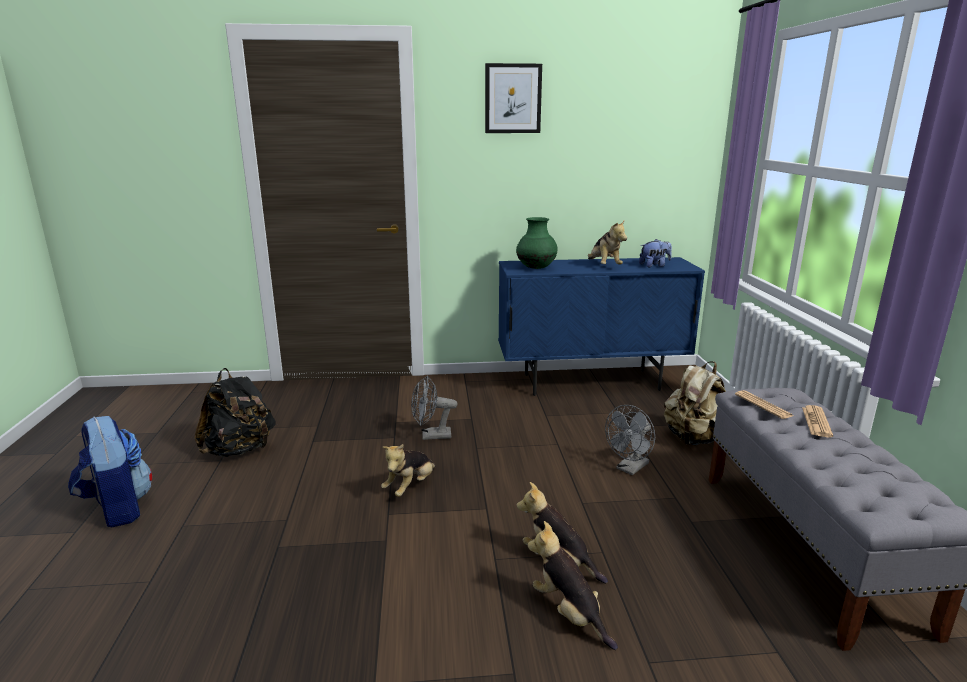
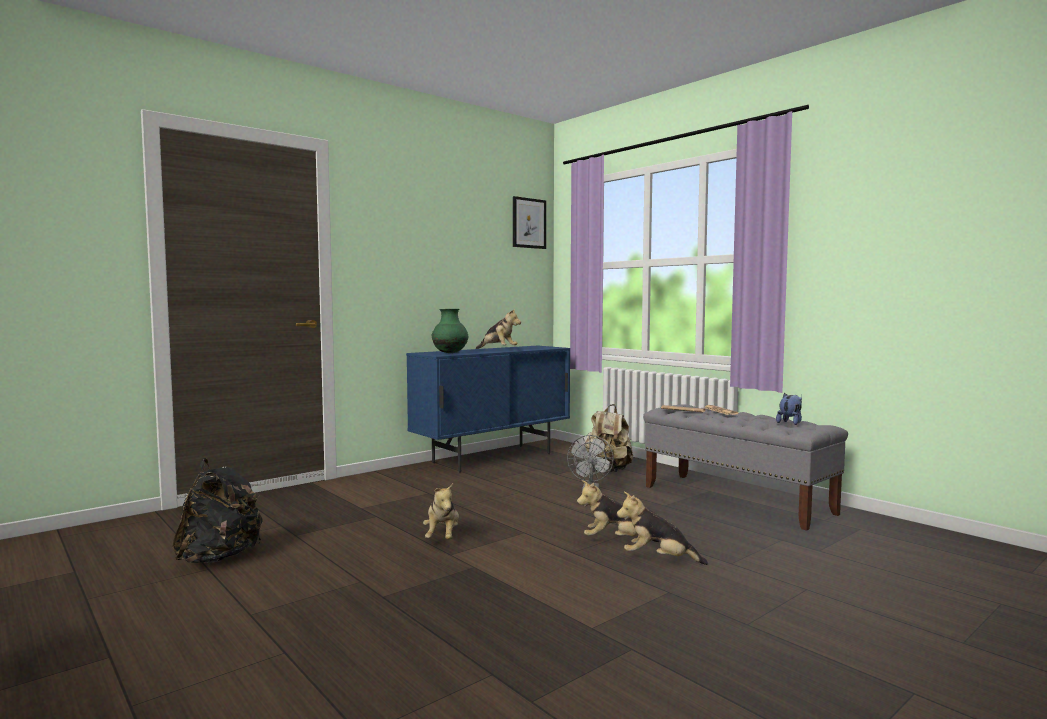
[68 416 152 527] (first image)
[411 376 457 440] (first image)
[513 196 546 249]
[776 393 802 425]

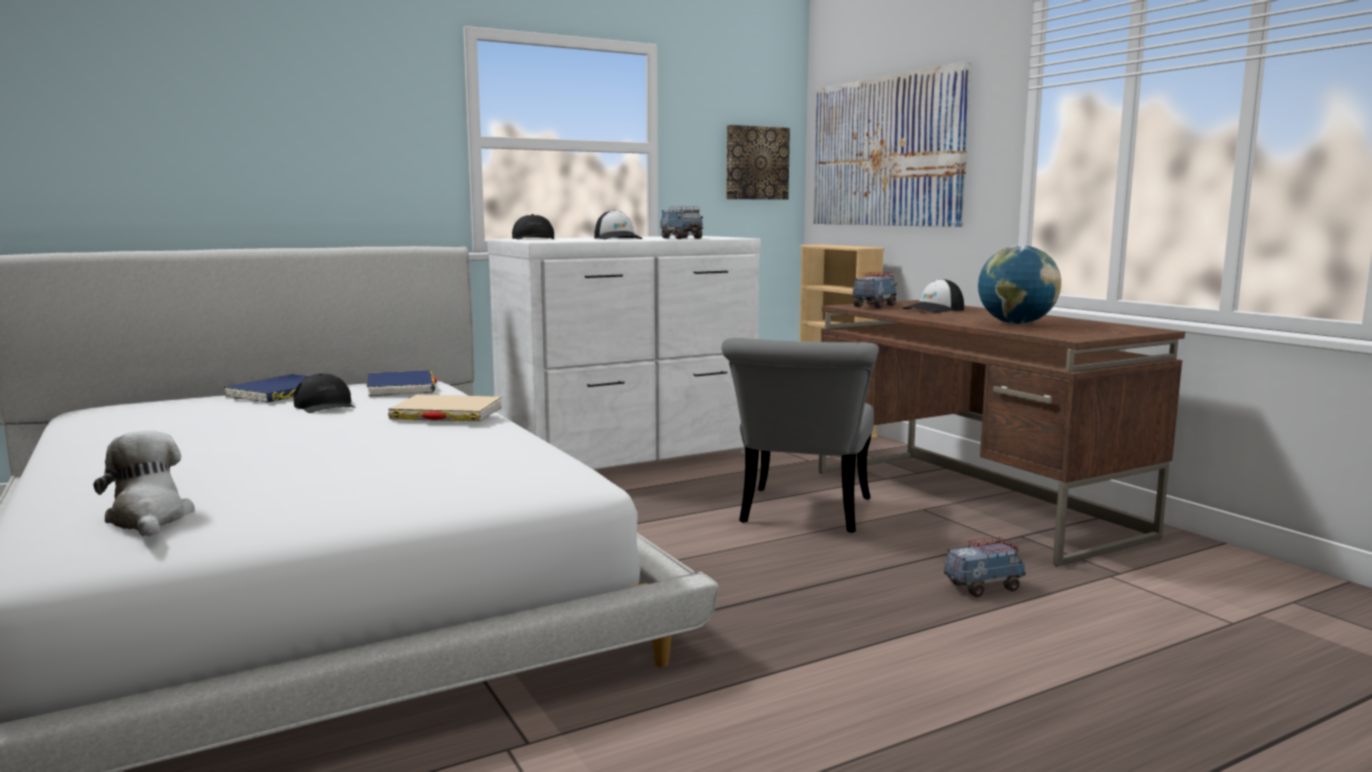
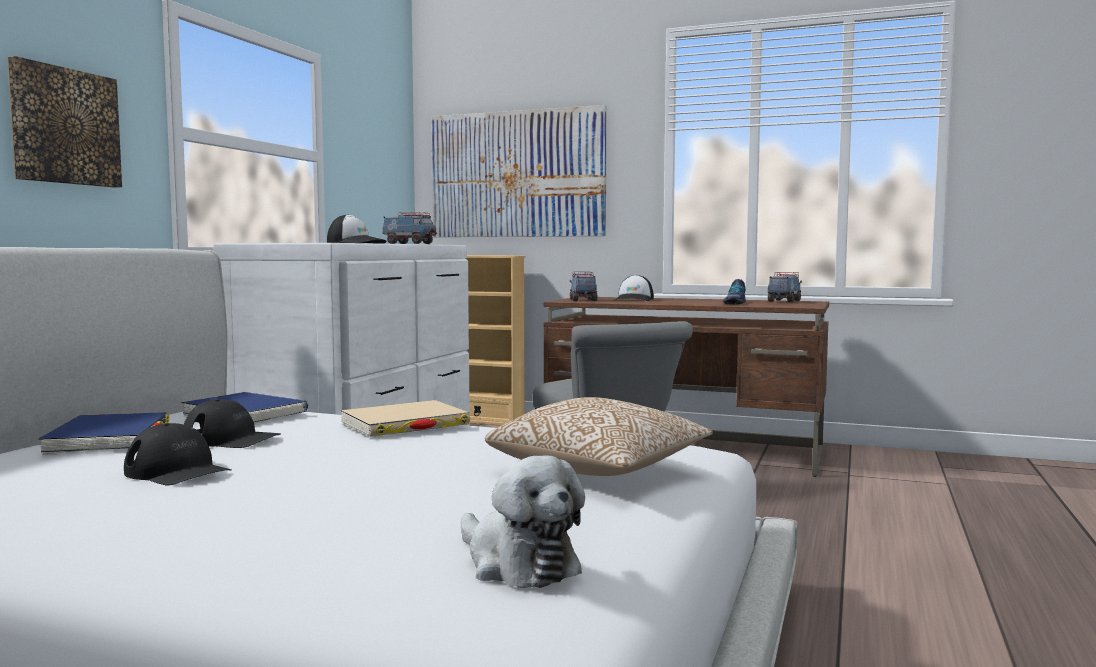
[461 456 585 588]
[124 423 231 485]
[7 56 122 188]
[768 272 802 302]
[723 279 746 304]
[485 397 713 476]

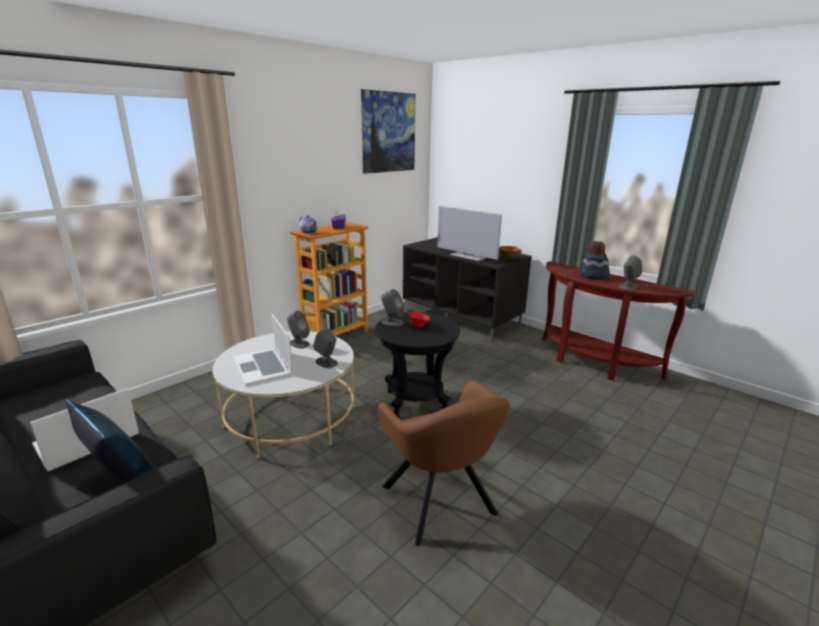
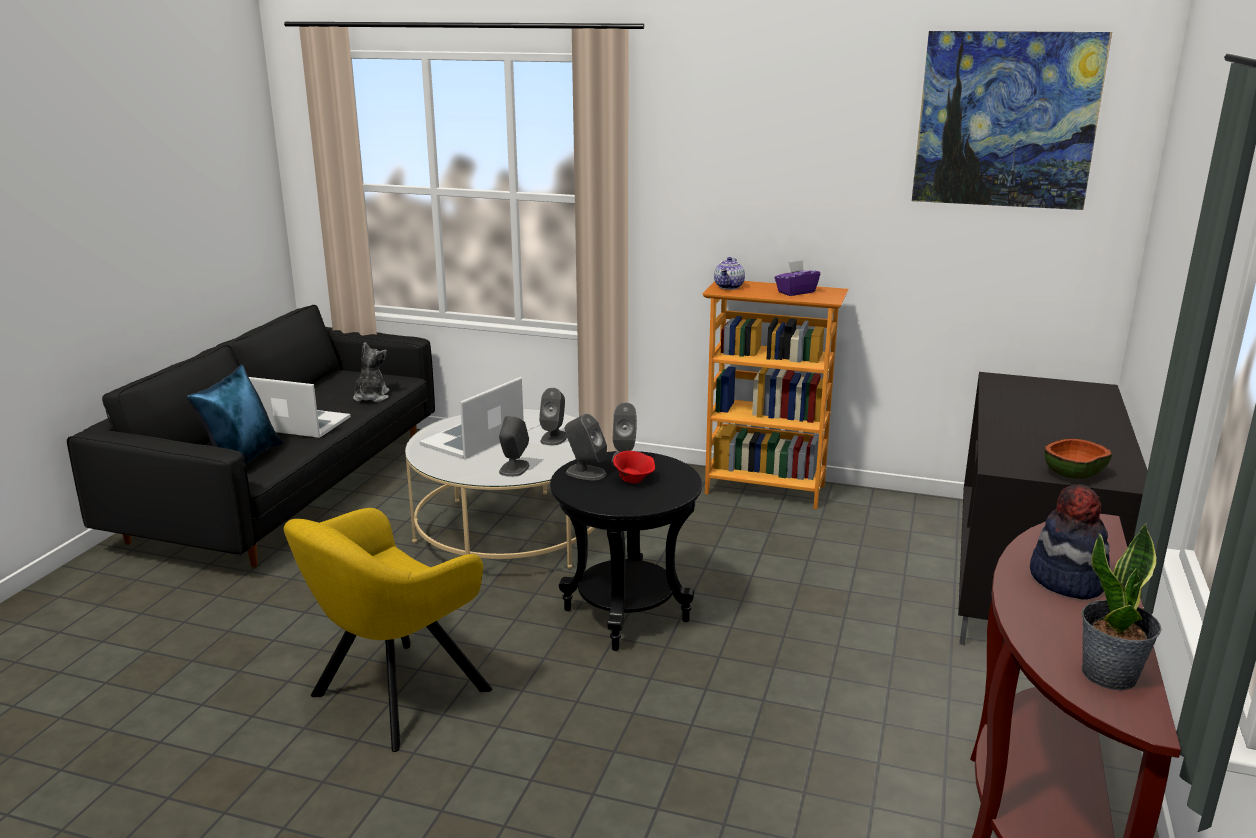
[284 508 492 752]
[437 205 502 261] (first image)
[565 414 607 480]
[353 342 389 402]
[1082 523 1162 690]

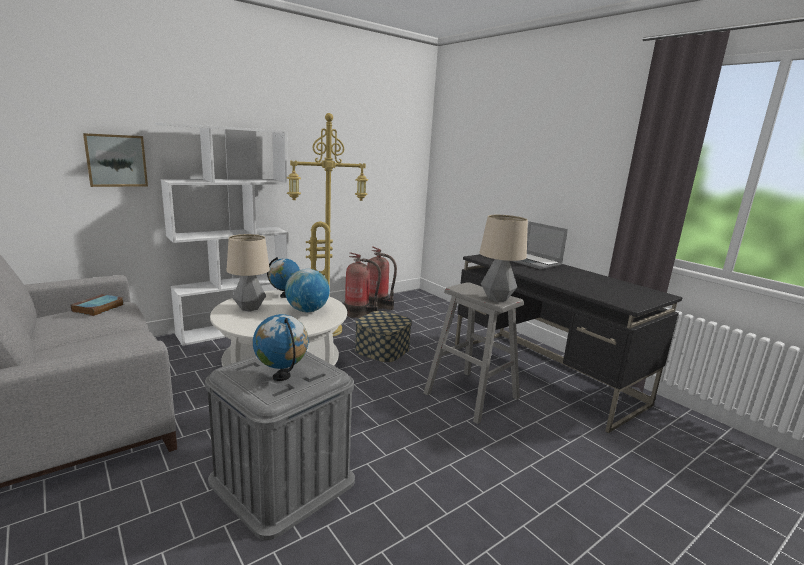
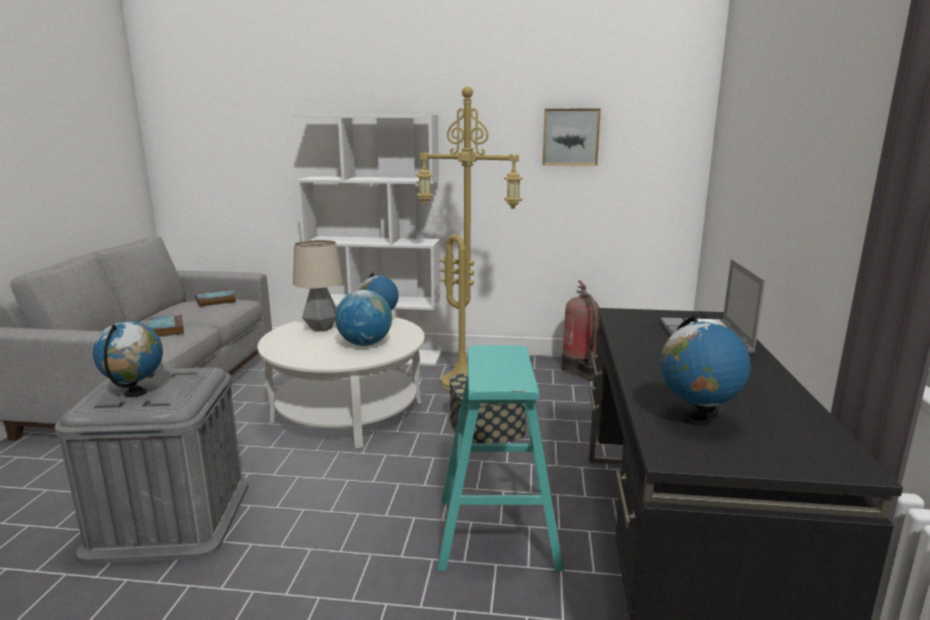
[542 109 601 166]
[345 252 381 318] (first image)
[437 345 564 571]
[480 215 528 302] (first image)
[148 314 184 337]
[660 315 751 426]

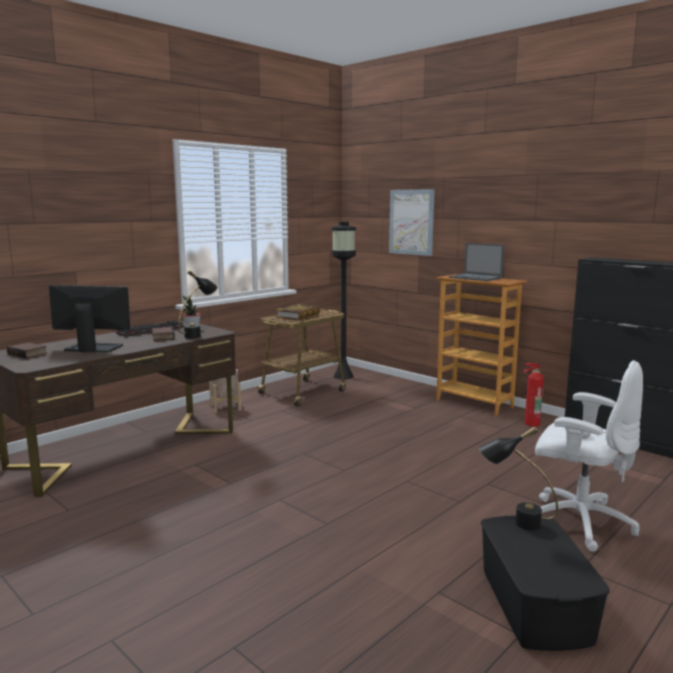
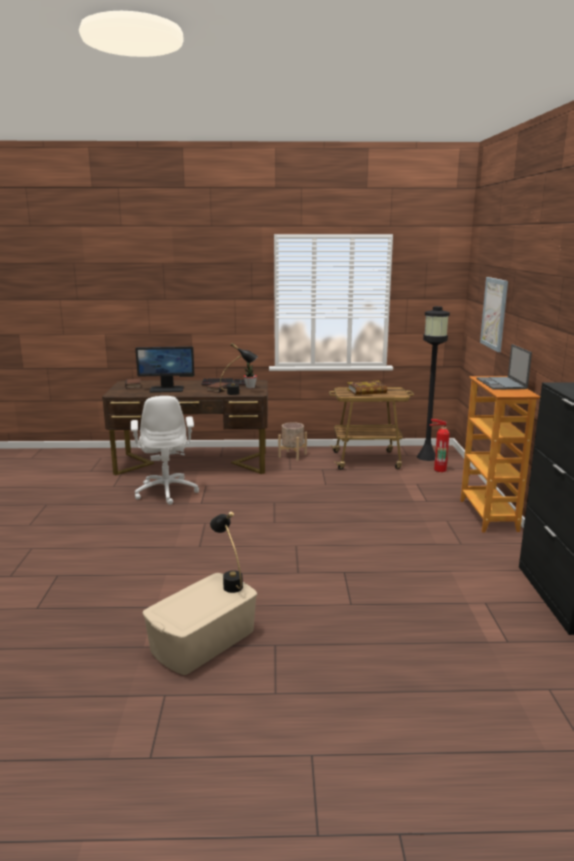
[135 346 194 393]
[142 573 257 675]
[429 419 450 472]
[131 396 199 505]

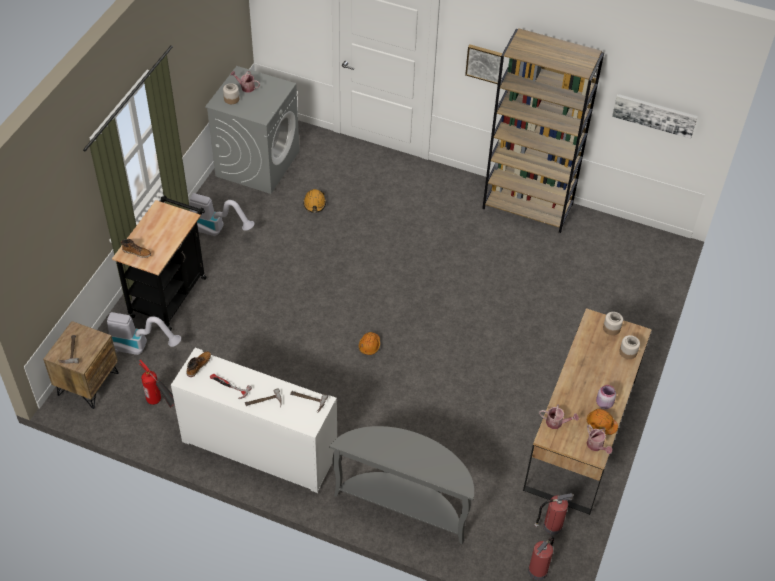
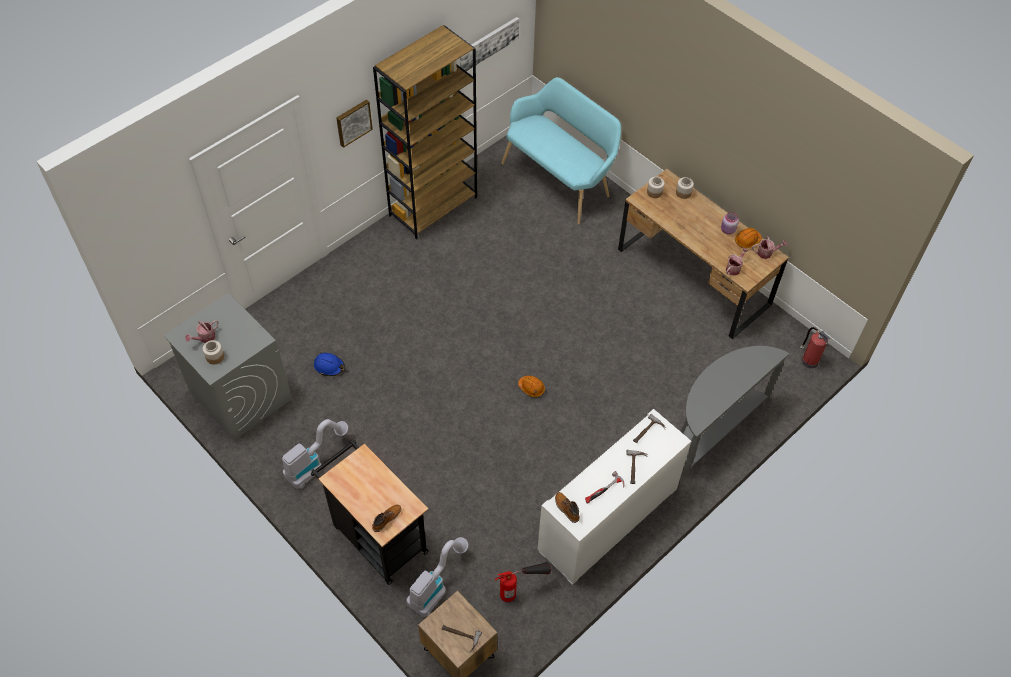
[314 351 345 376]
[534 493 573 535] (first image)
[501 77 621 224]

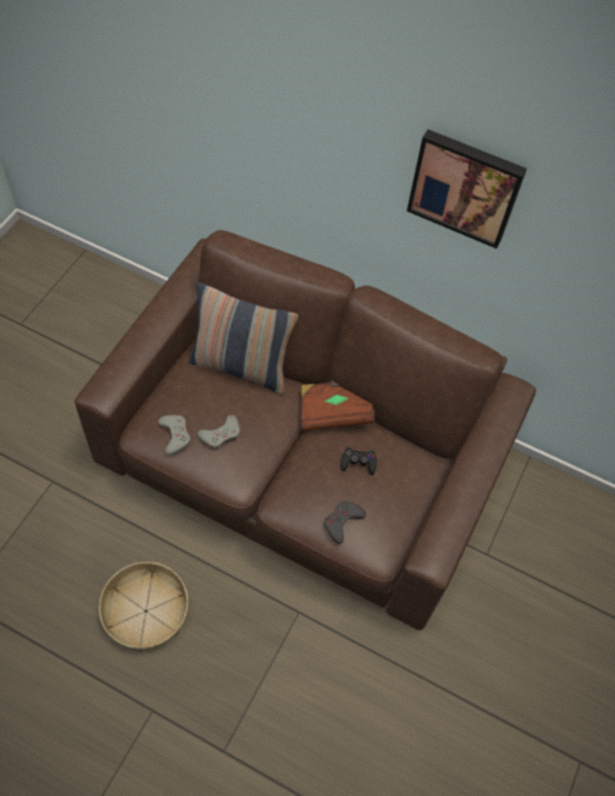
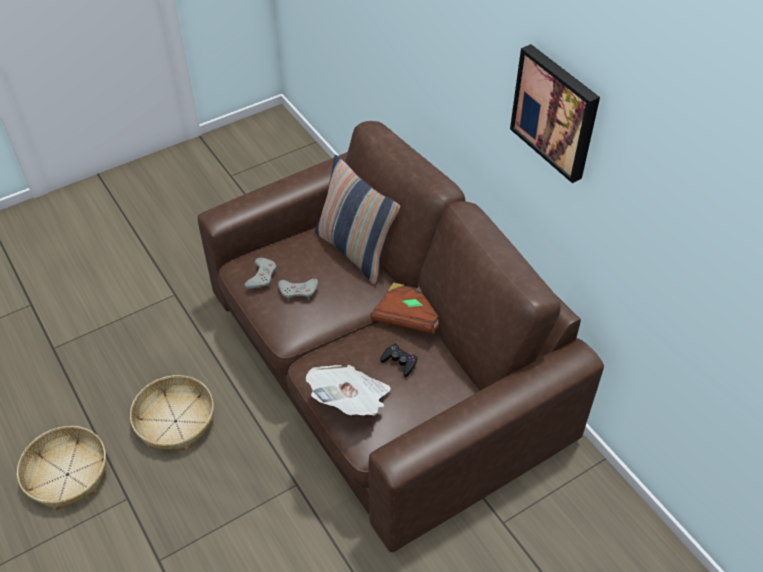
[306 365 391 415]
[17 426 106 511]

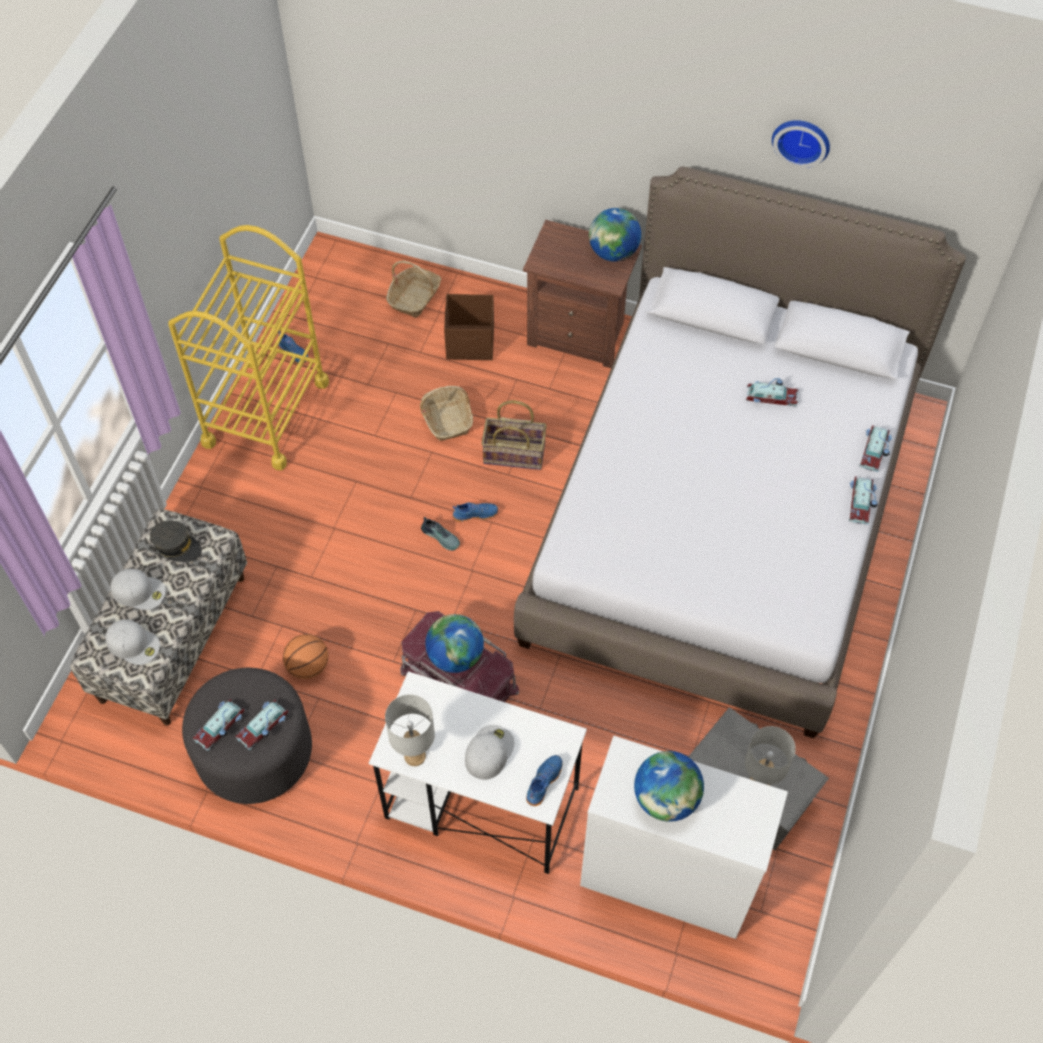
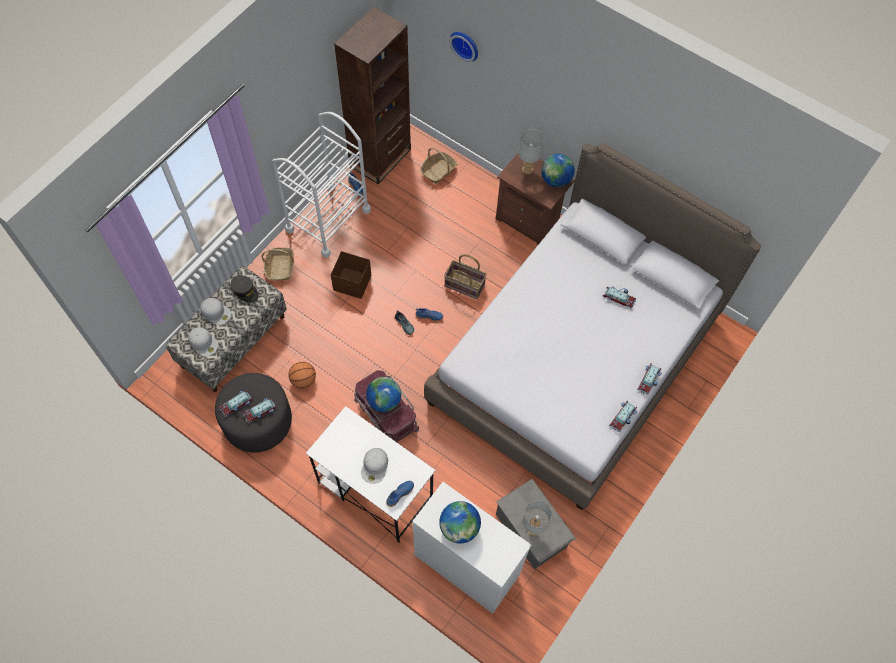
[272 112 371 258]
[518 130 544 174]
[261 247 294 280]
[331 251 371 299]
[361 448 388 484]
[450 32 478 62]
[609 401 637 432]
[334 6 411 184]

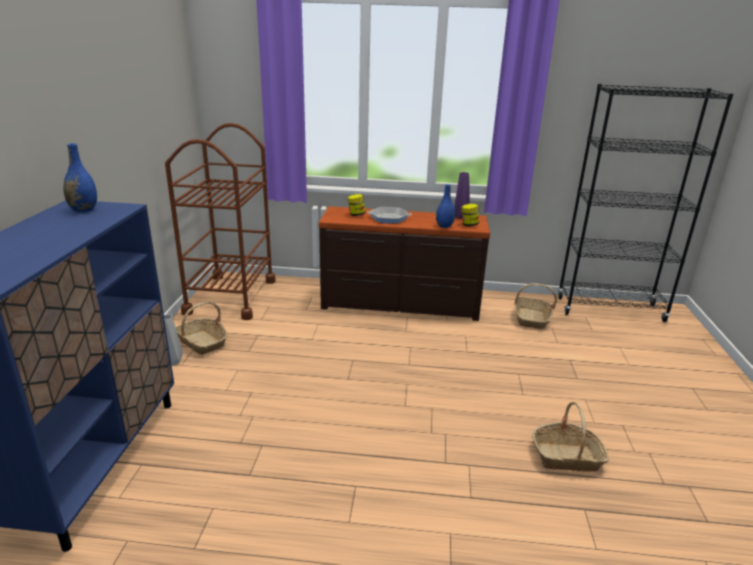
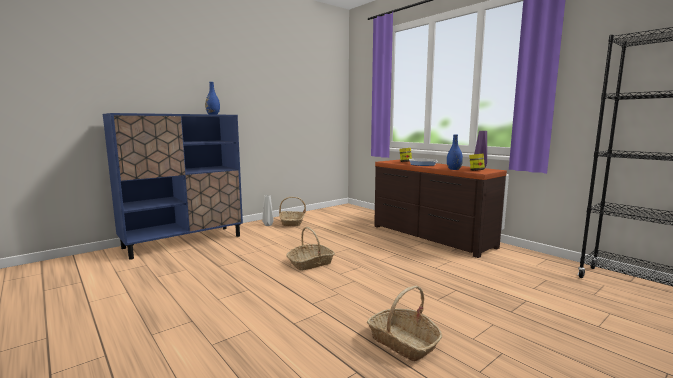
[165 123 276 320] (first image)
[286 227 335 270]

